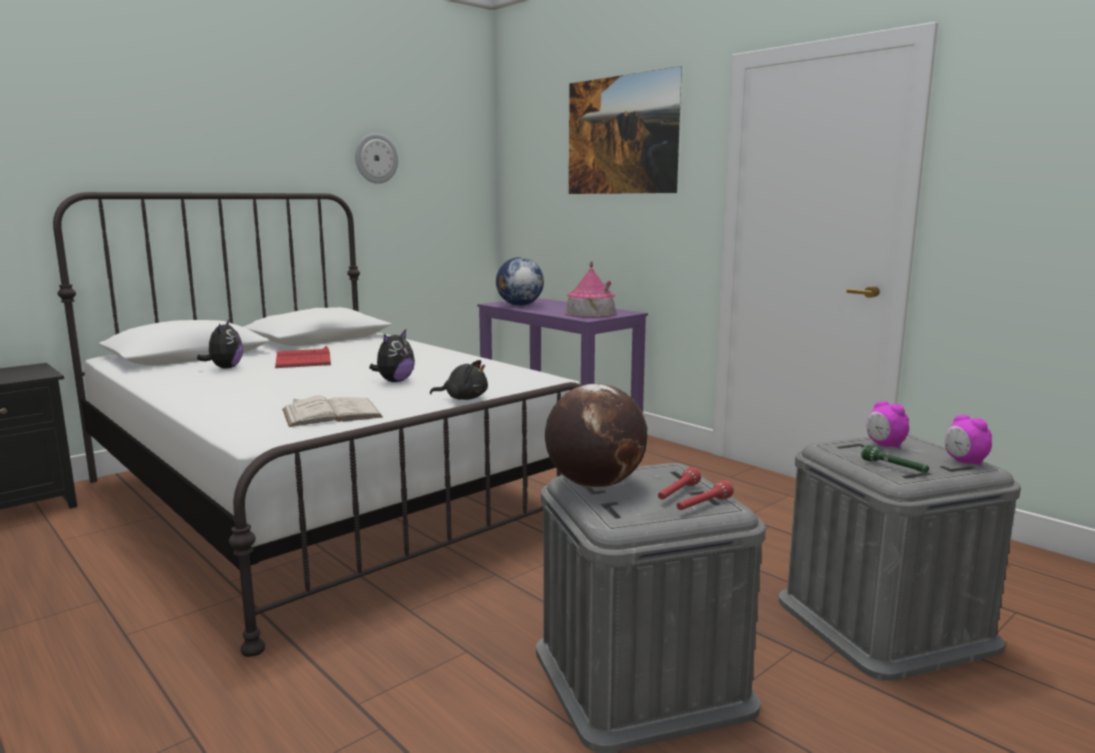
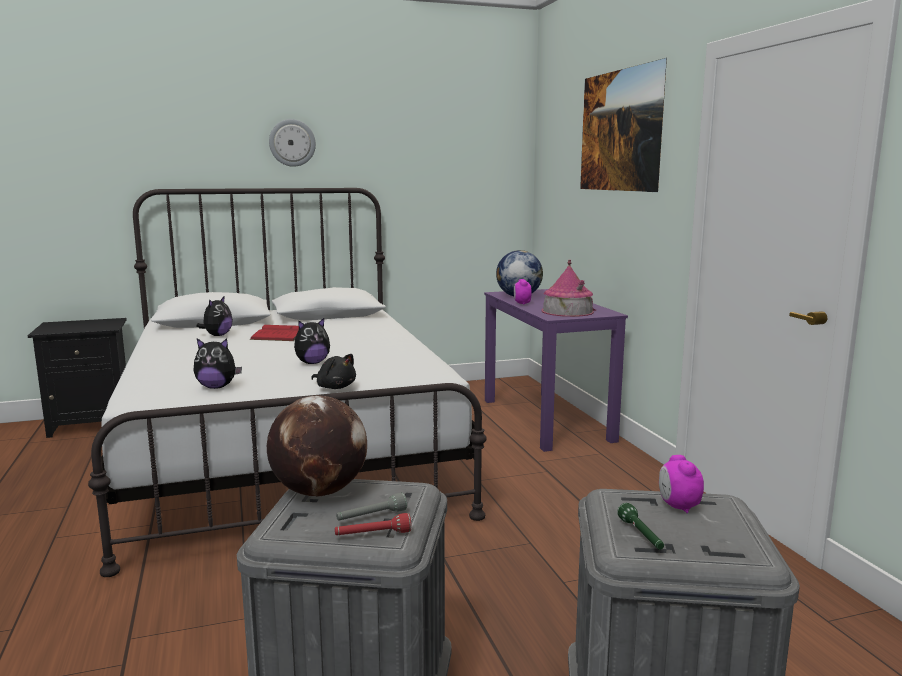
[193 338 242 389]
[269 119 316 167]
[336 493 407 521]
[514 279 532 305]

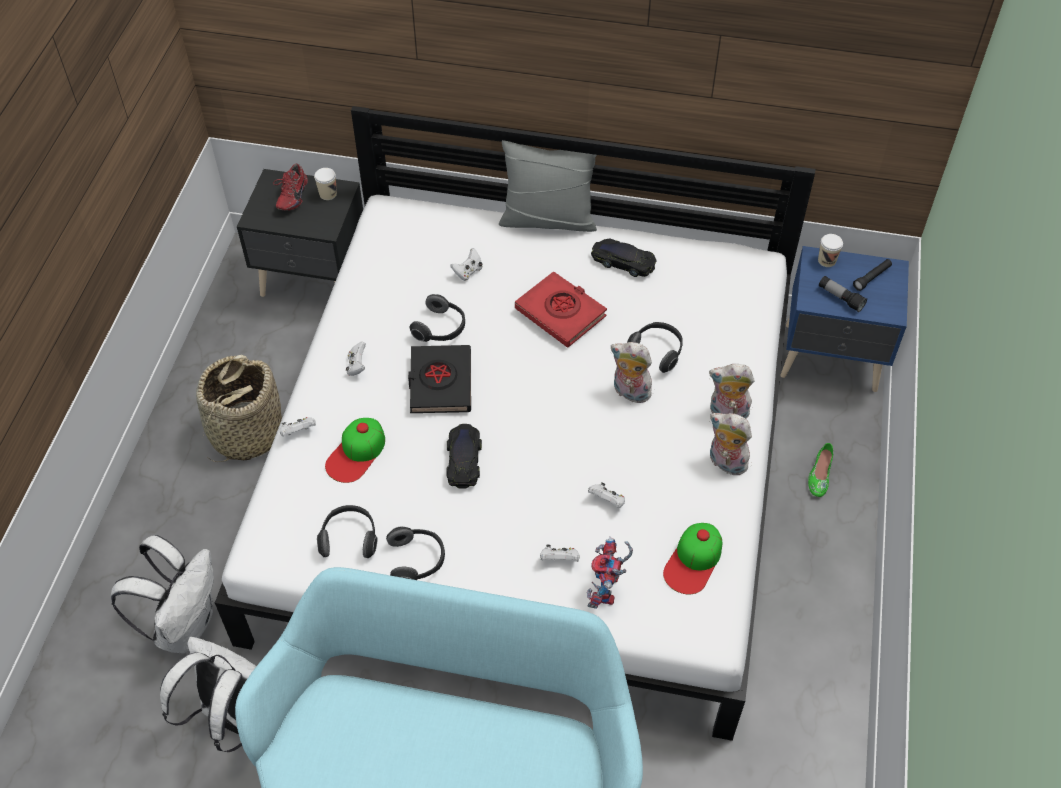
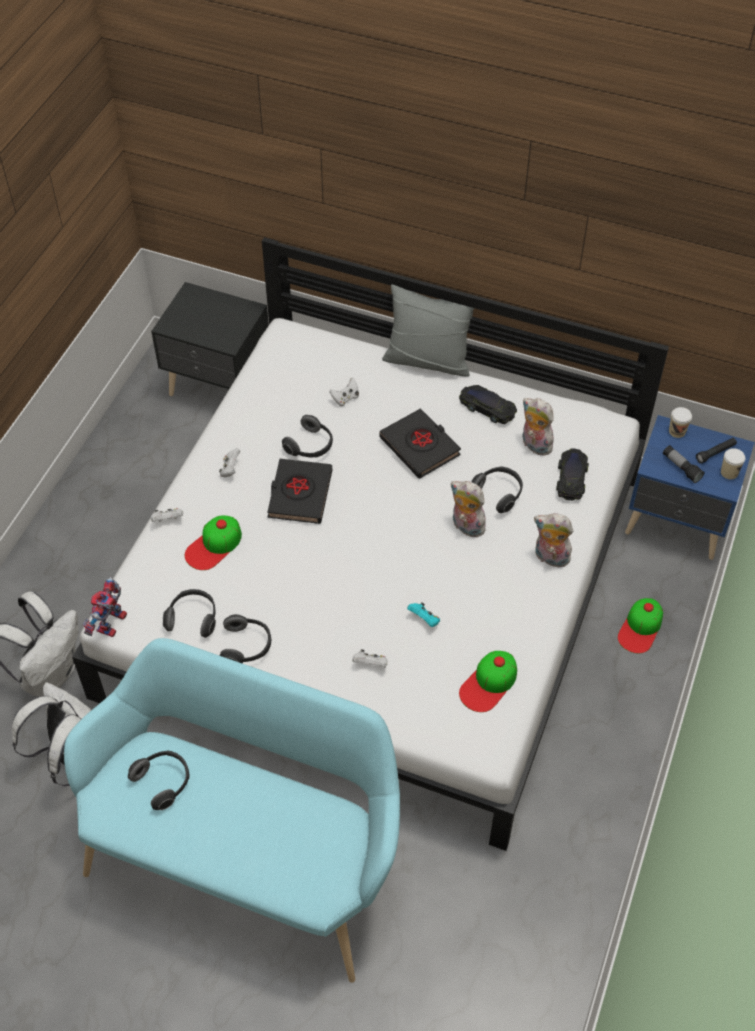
[196 355 282 462] (first image)
[273 163 308 211] (first image)
[721 448 745 480]
[556 449 589 501]
[380 408 461 479]
[83 577 127 637]
[407 602 440 627]
[522 398 554 456]
[618 598 663 653]
[128 750 189 810]

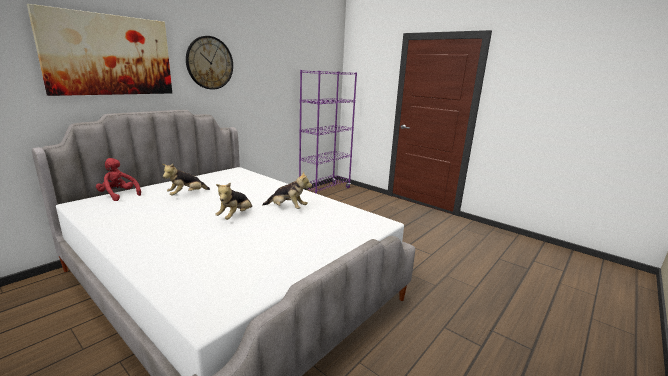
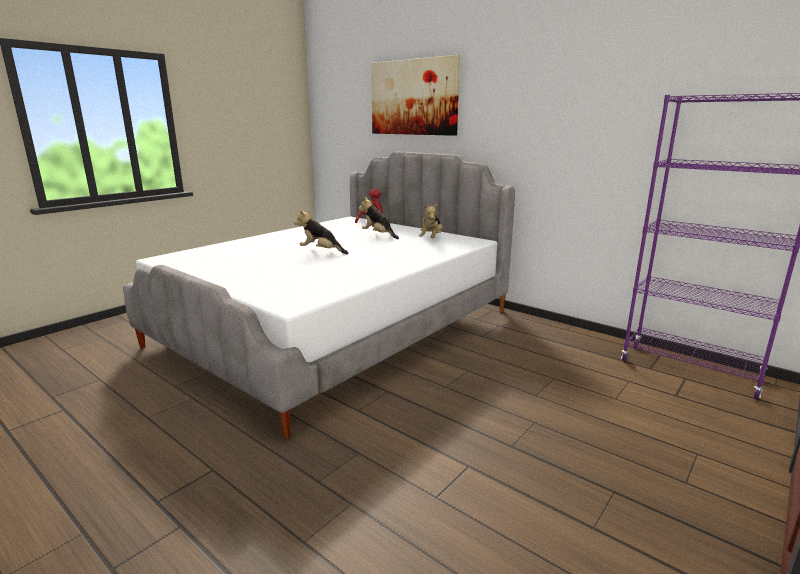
[186 36 233 90] (first image)
[419 204 443 238]

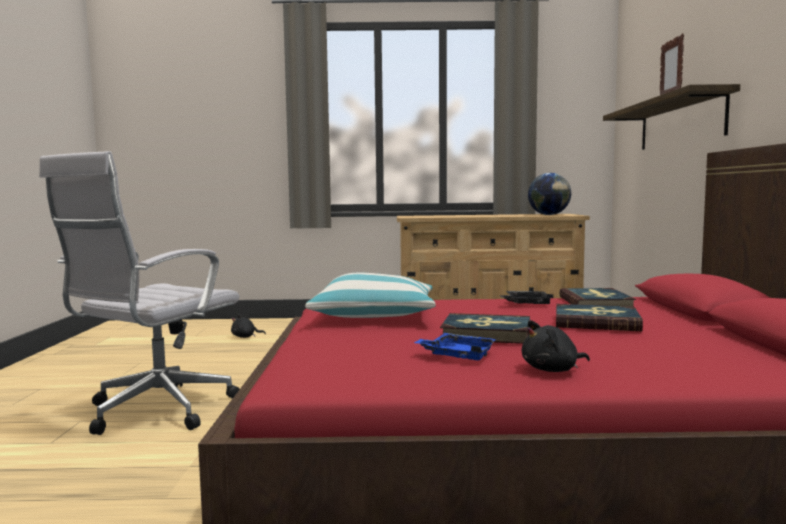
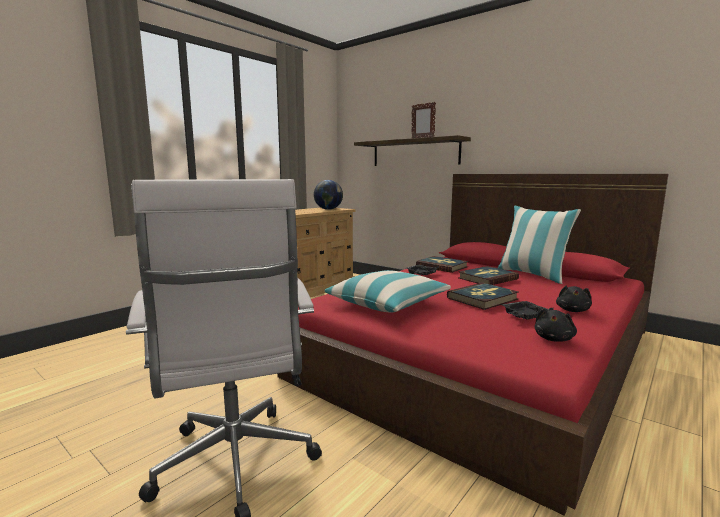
[535 309 577 342]
[500 301 553 320]
[498 206 581 284]

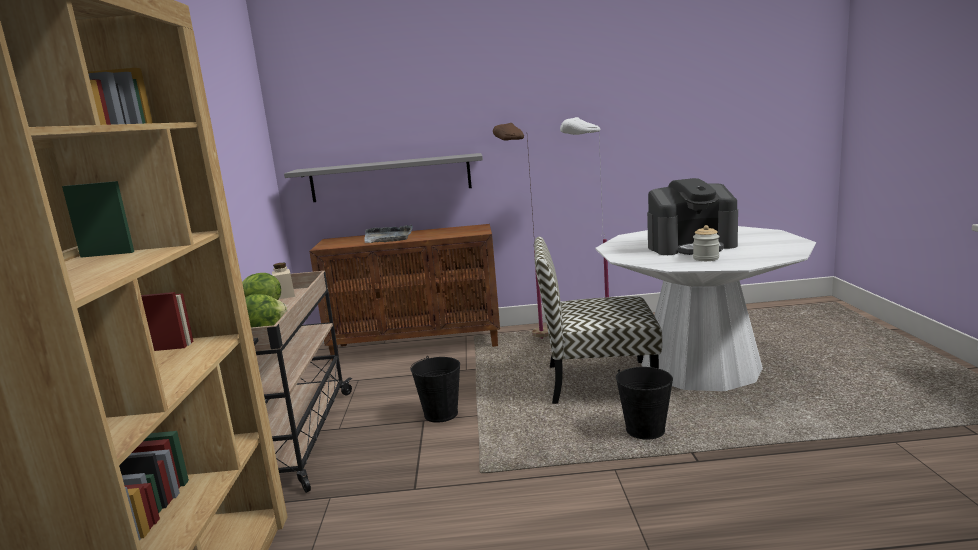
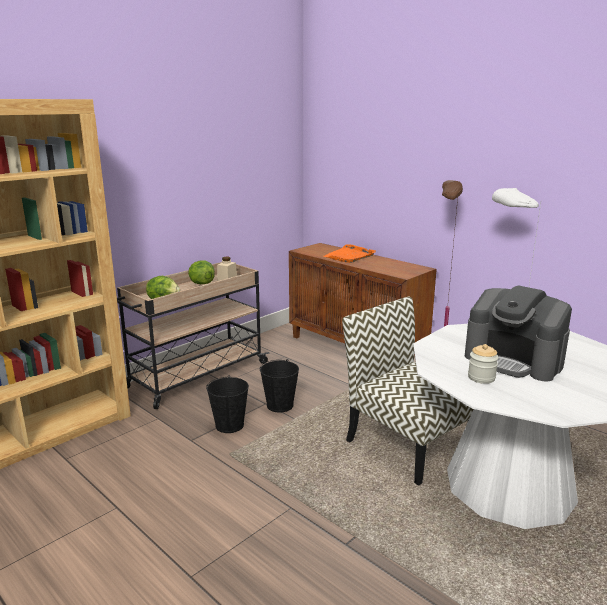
[284 153 483 202] (first image)
[324 244 376 263]
[206 375 249 433]

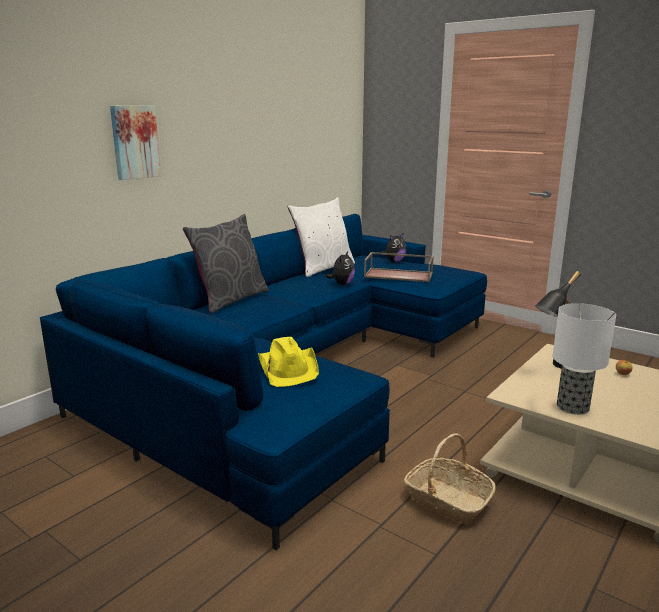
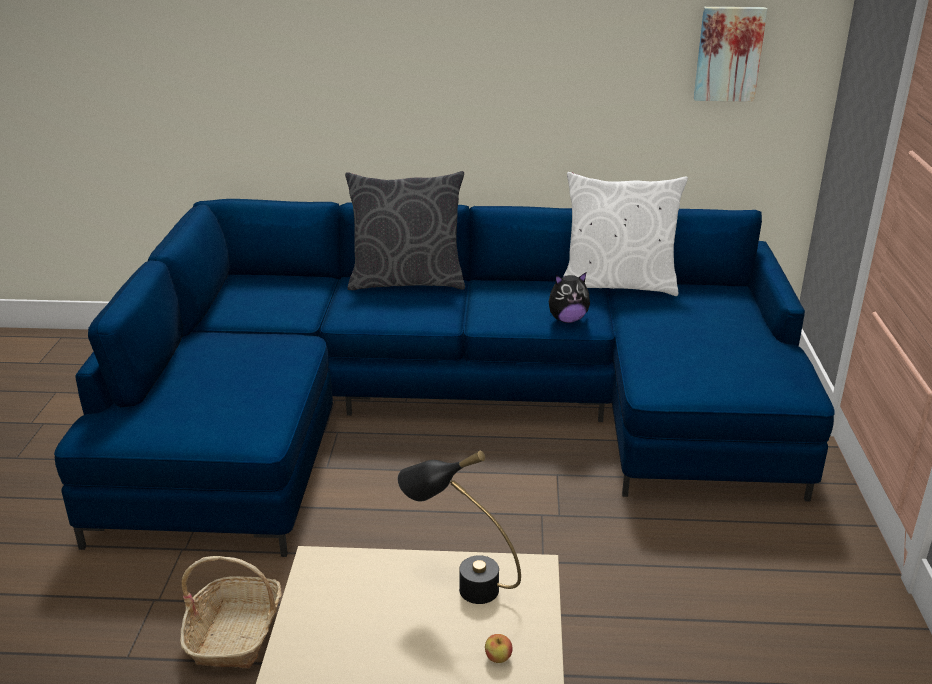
[694 7 767 102]
[258 337 319 387] (first image)
[364 252 434 282] (first image)
[382 234 407 262] (first image)
[553 303 616 415] (first image)

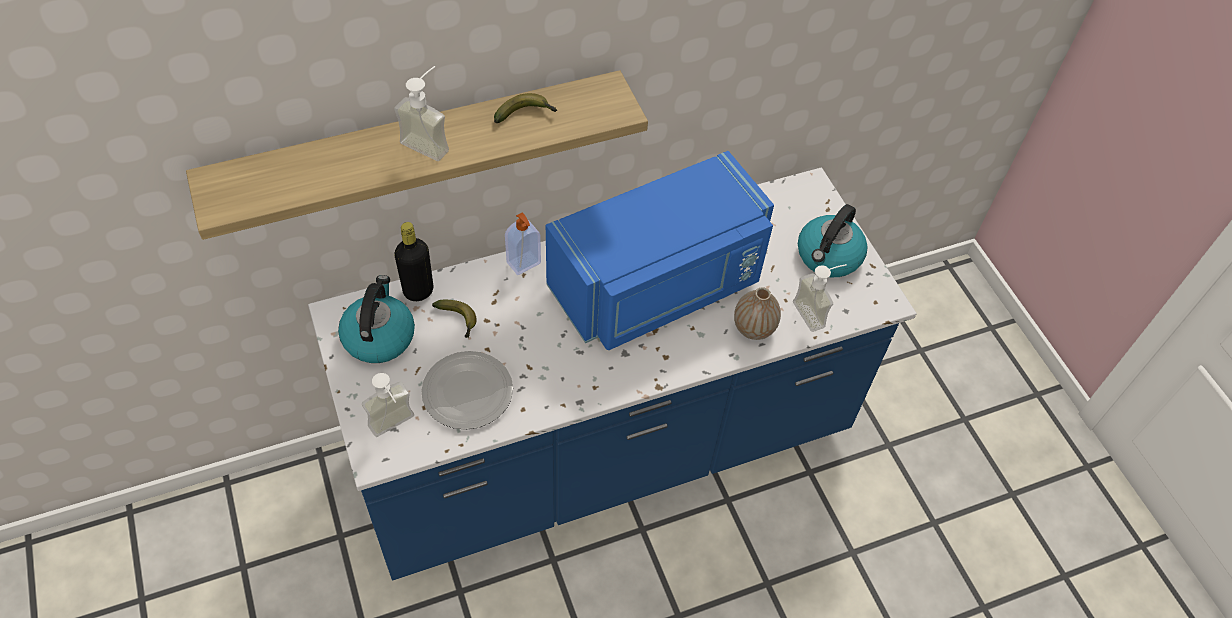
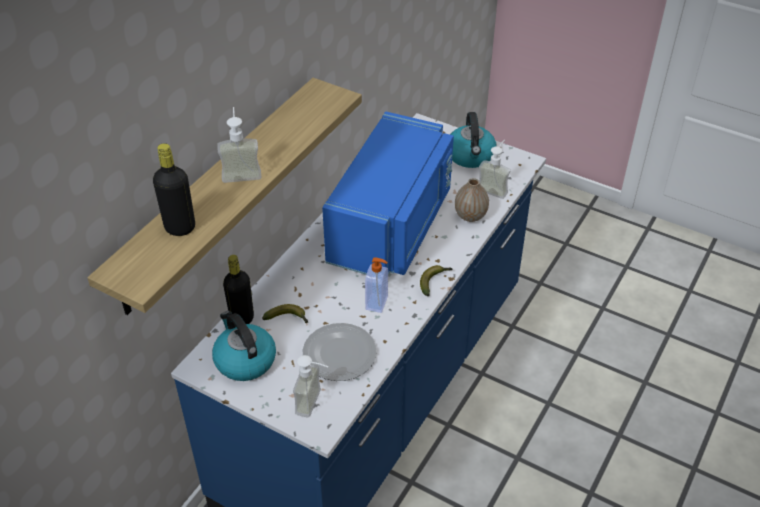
[420 265 453 296]
[365 257 388 313]
[153 143 195 236]

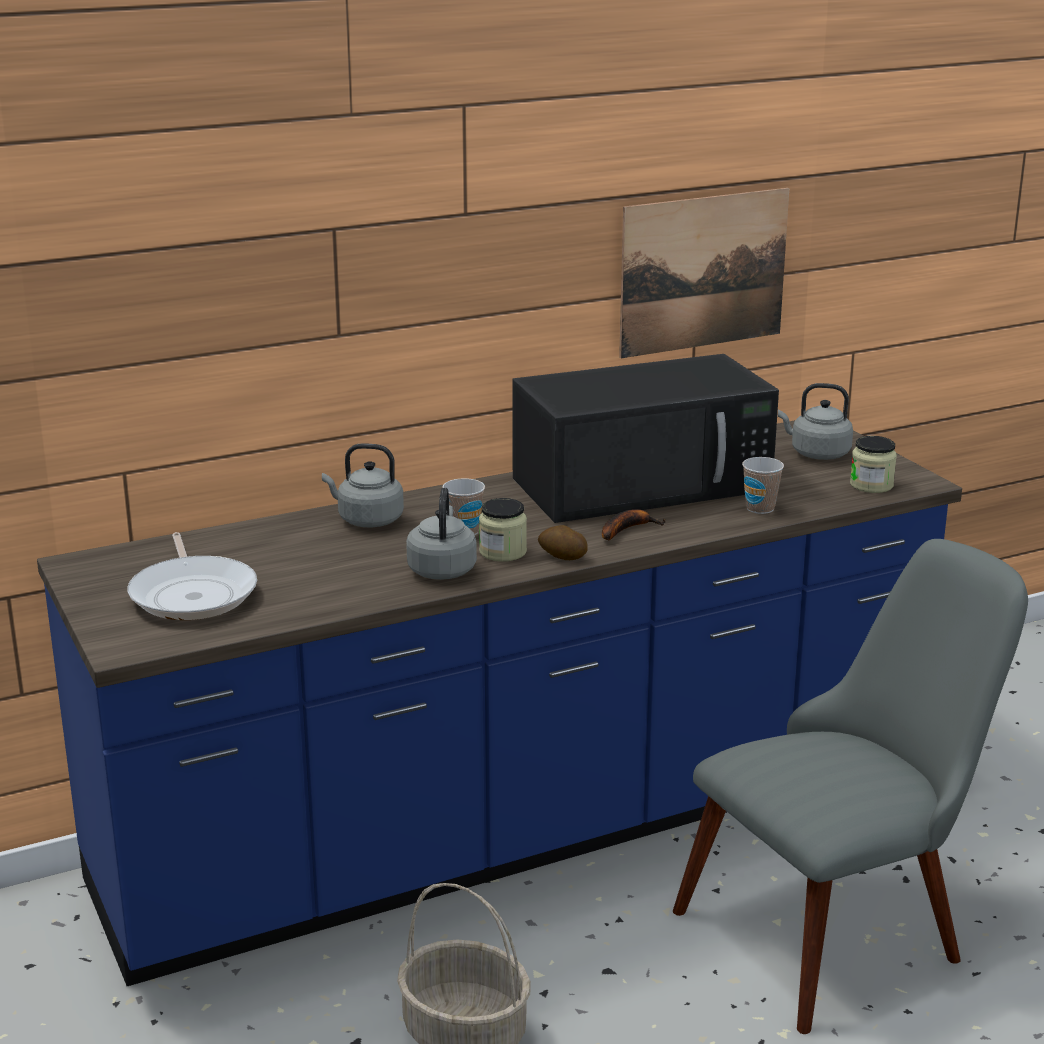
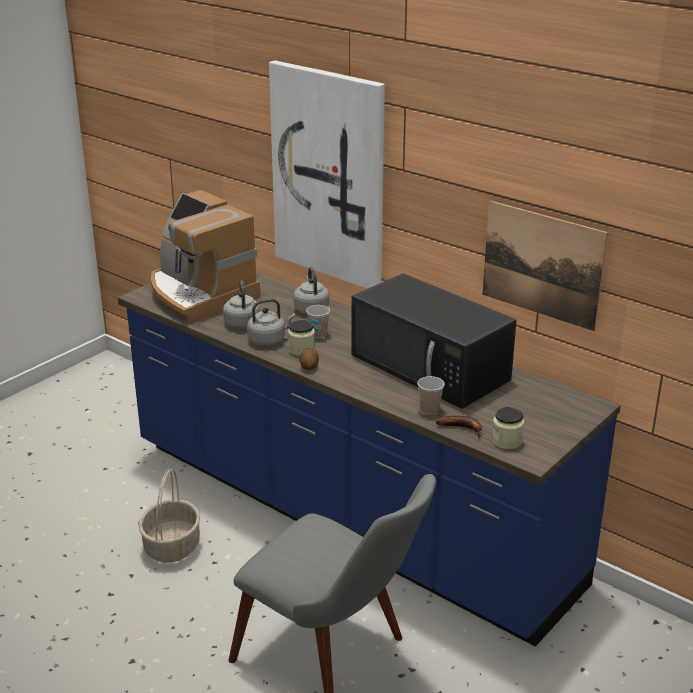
[151 190 260 324]
[436 416 482 438]
[223 280 260 329]
[269 60 385 289]

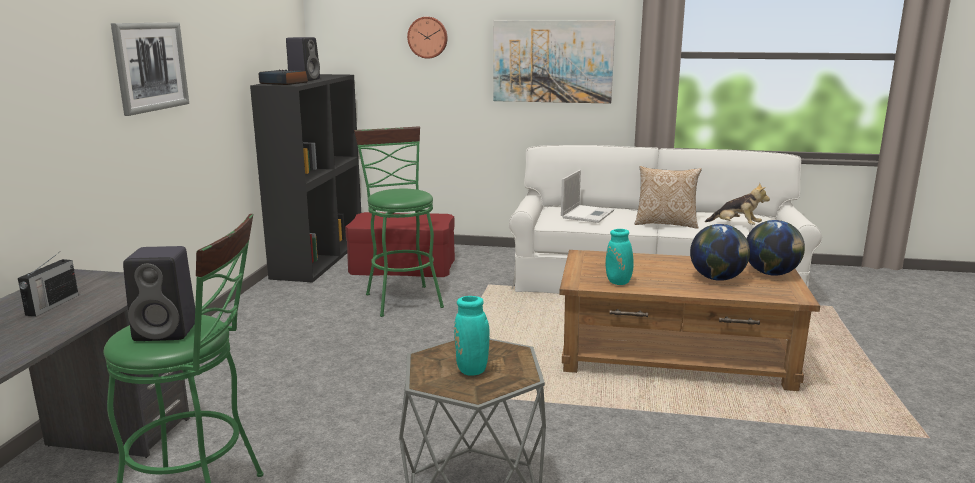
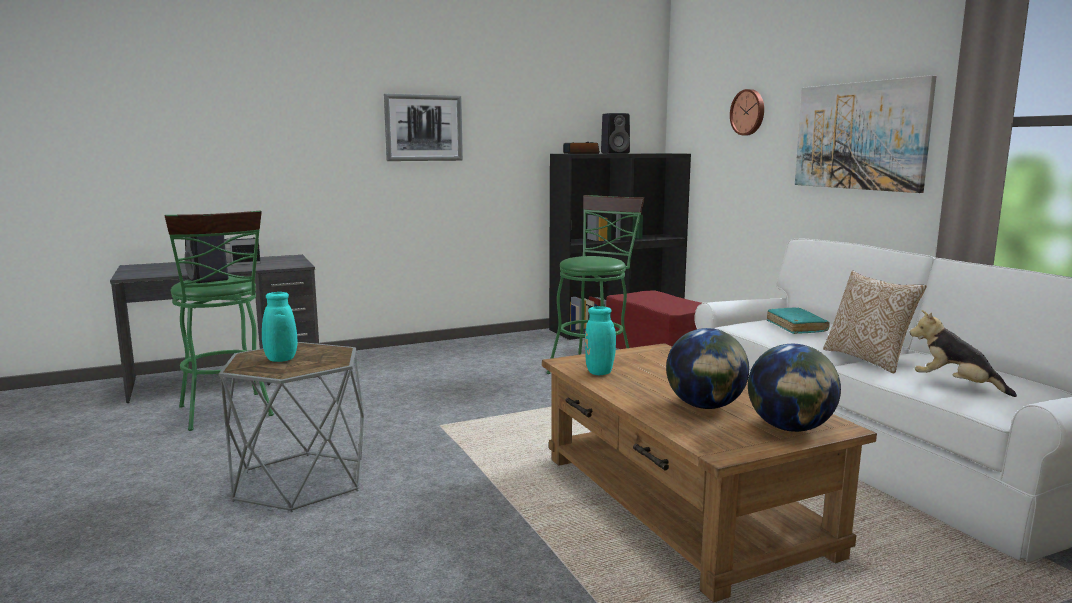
[767 308 830 334]
[909 310 1017 397]

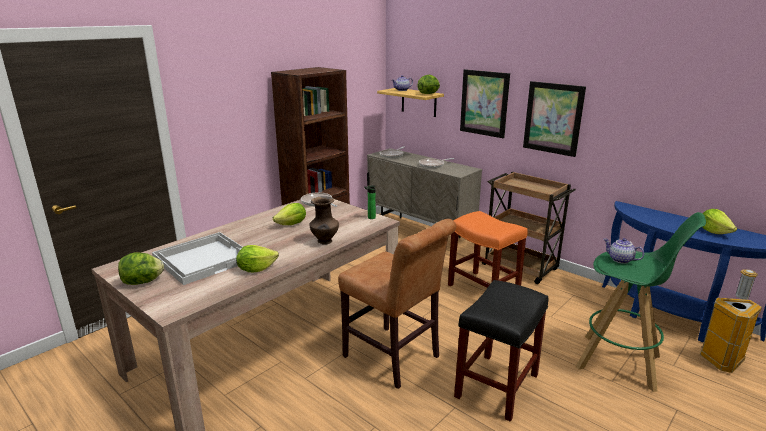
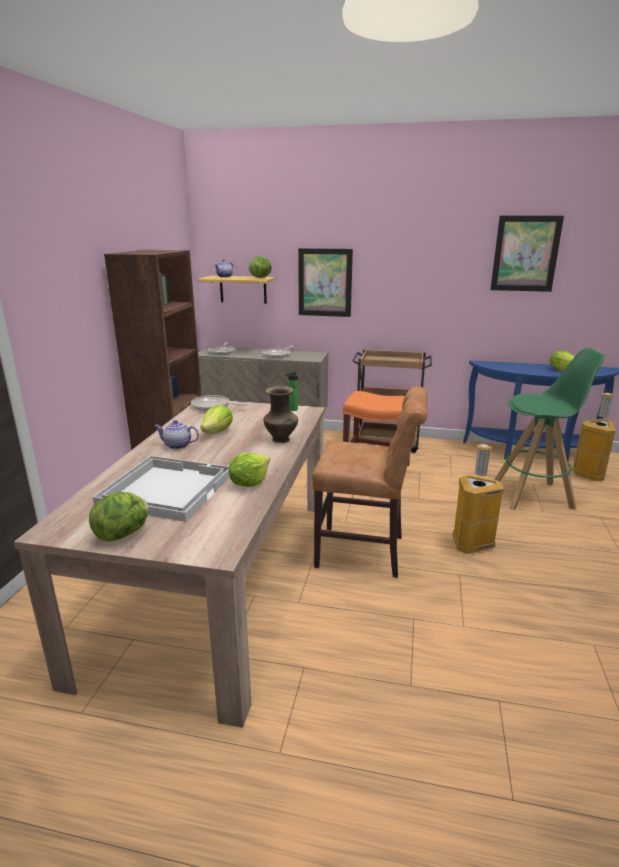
[453 444 504 554]
[490 215 564 292]
[155 420 199 449]

